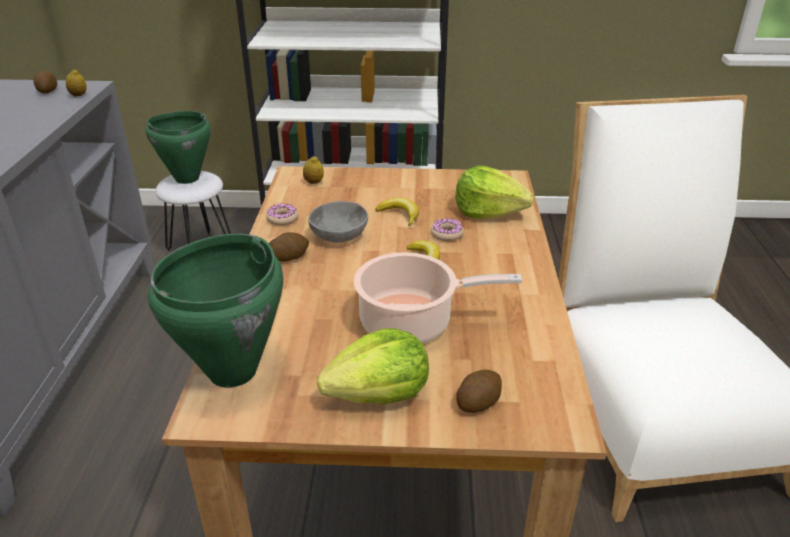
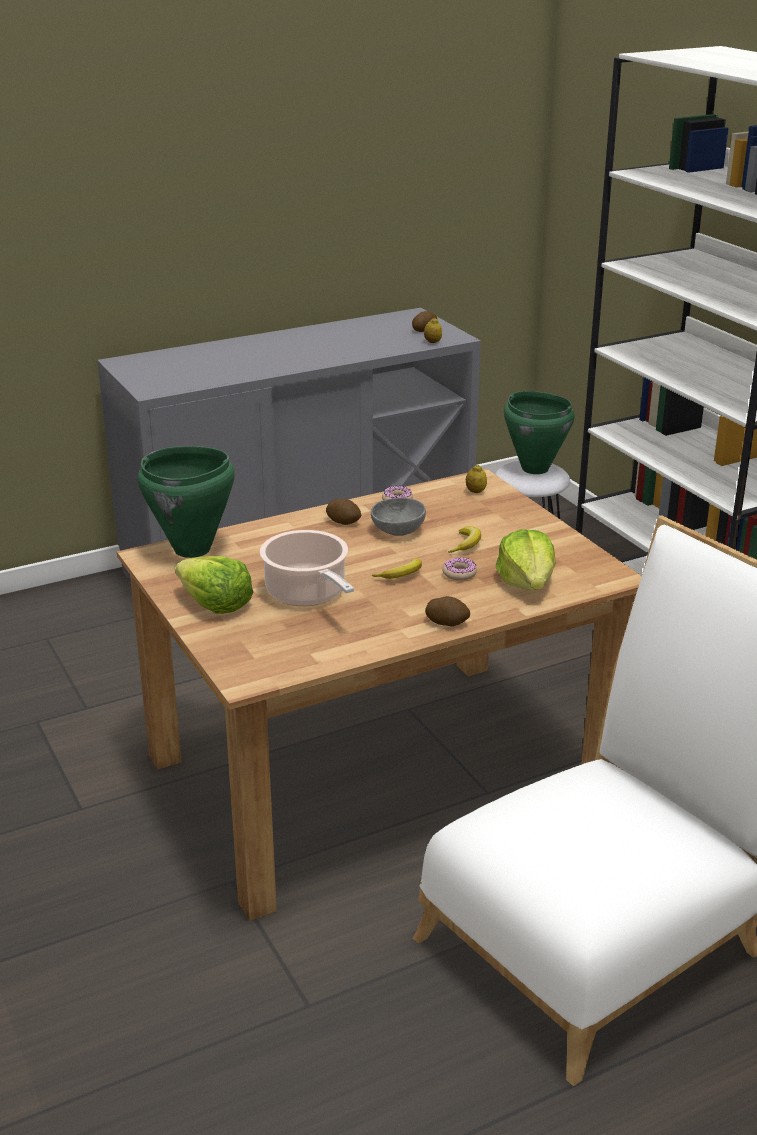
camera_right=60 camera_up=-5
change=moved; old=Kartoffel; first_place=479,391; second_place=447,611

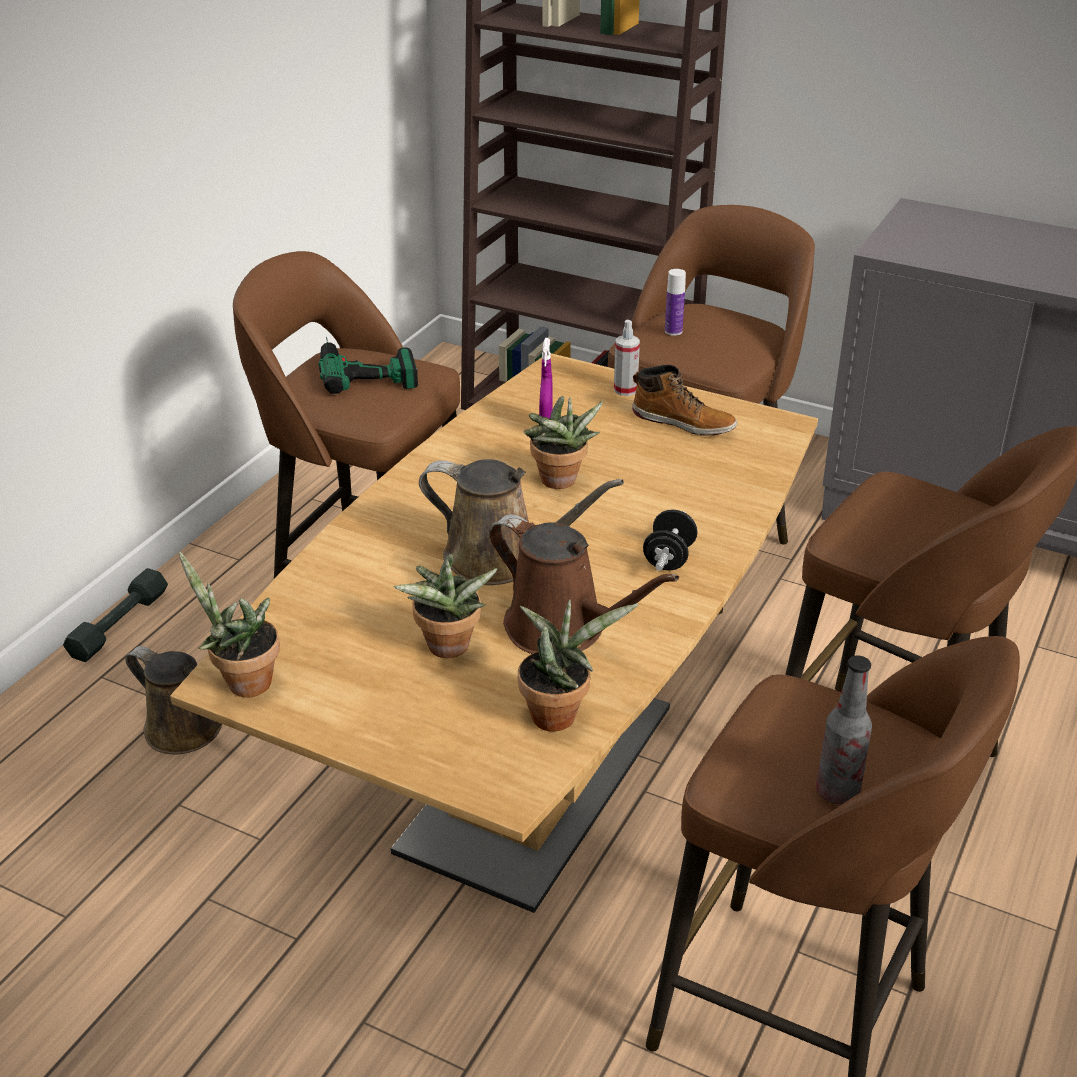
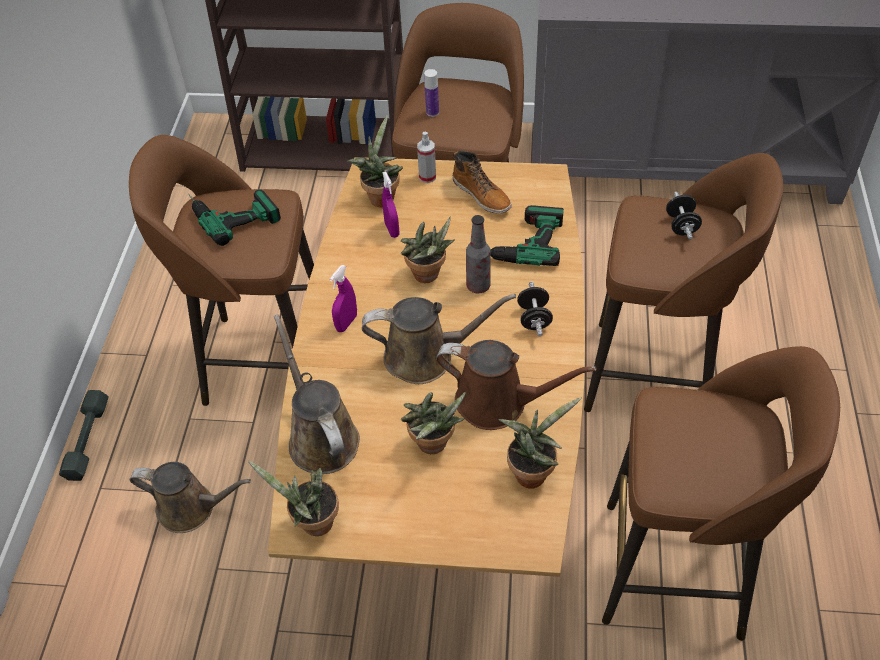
camera_right=-20 camera_up=15
change=added; new=Gießkanne/braun; second_place=317,394
change=added; new=Sprühflasche/lila; second_place=343,298
change=added; new=Topfpflanze; second_place=375,161
change=turned; old=Stiefel; first_place=684,400; second_place=482,182; degrees=45
change=moved; old=Flasche; first_place=844,730; second_place=478,254
change=added; new=Bohrmaschine; second_place=527,235
change=added; new=Hantel/schwarz; second_place=684,216

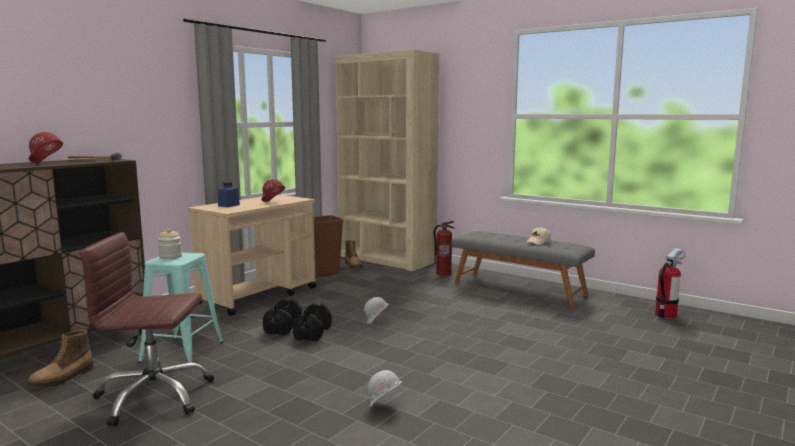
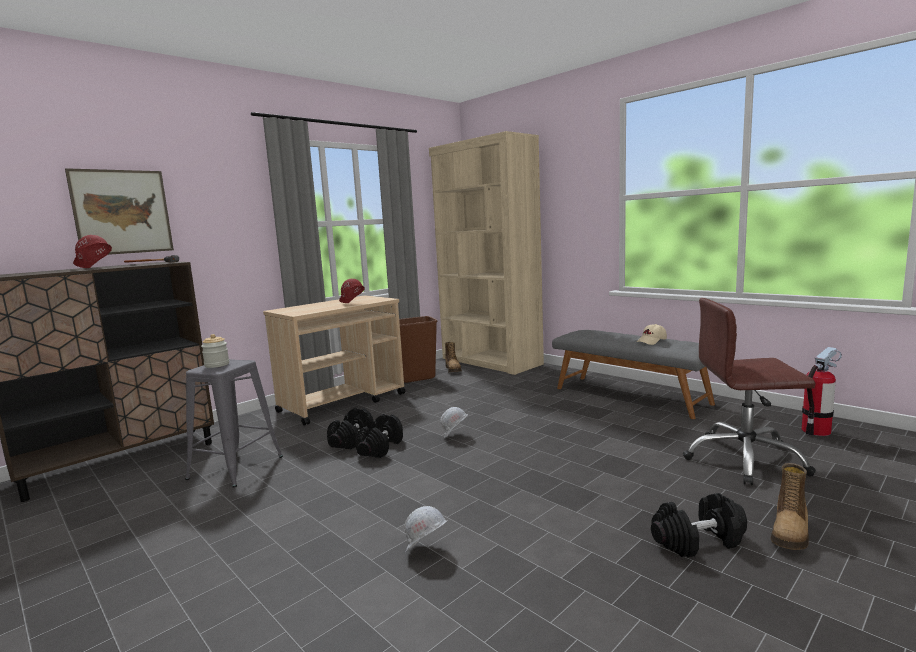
camera_right=10 camera_up=0
change=added; new=Bild; second_place=119,211
change=recoloured; old=Hocker/türkis; new=Hocker/grau; first_place=181,307; second_place=234,423
change=added; new=Hantel/schwarz; second_place=699,525
change=moved; old=Bürostuhl/braun; first_place=147,329; second_place=749,391
change=moved; old=Stiefel; first_place=60,359; second_place=790,506
change=removed; old=Vorratsglas/blau; first_place=229,194
change=removed; old=Feuerlöscher; first_place=444,248

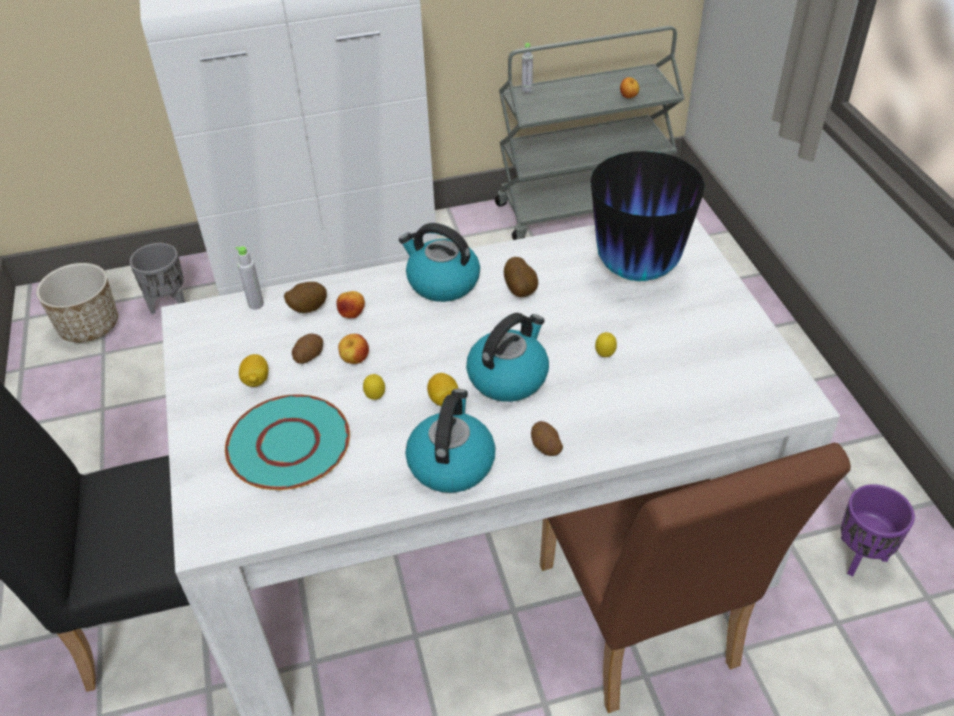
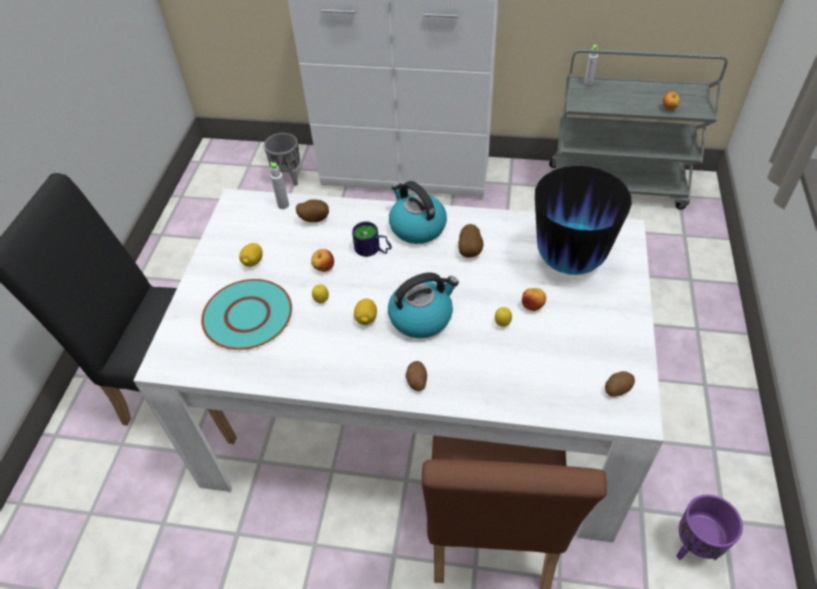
camera_right=25 camera_up=5
change=added; new=Henkelbecher; second_place=372,239
change=moved; old=Apfel; first_place=350,304; second_place=534,299
change=moved; old=Kartoffel; first_place=307,348; second_place=620,384
change=removed; old=Pflanzkübel; first_place=77,303
change=removed; old=Wasserkessel; first_place=450,441

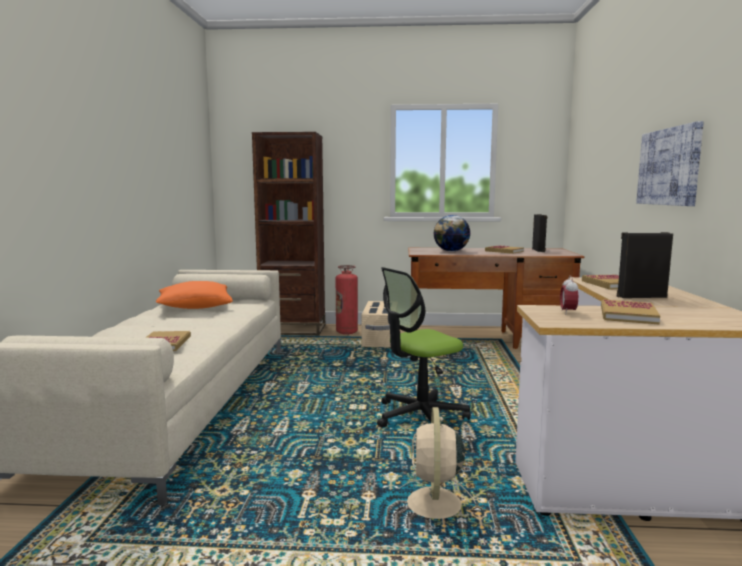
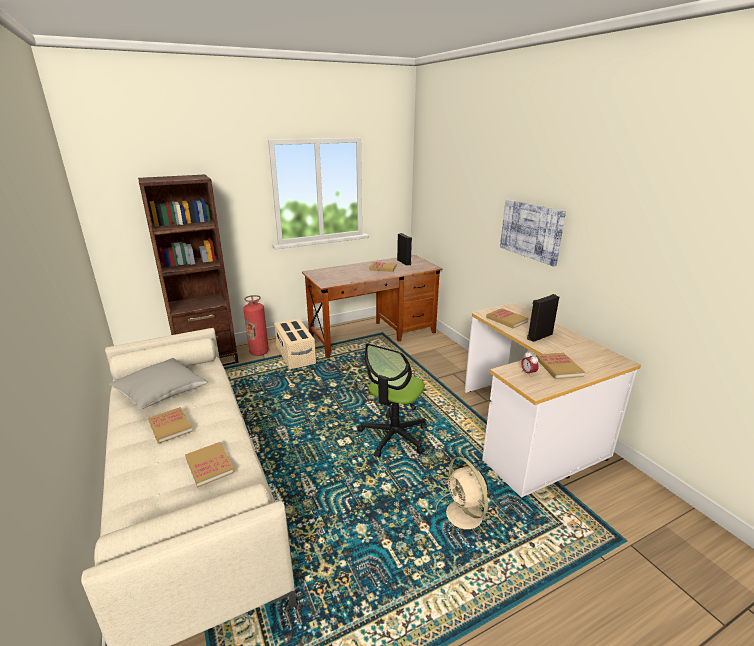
camera_right=-30 camera_up=15
change=recoloured; old=Kissen/orange; new=Kissen/grau; first_place=194,295; second_place=158,384
change=added; new=Buch; second_place=170,425
change=removed; old=Globus; first_place=452,233

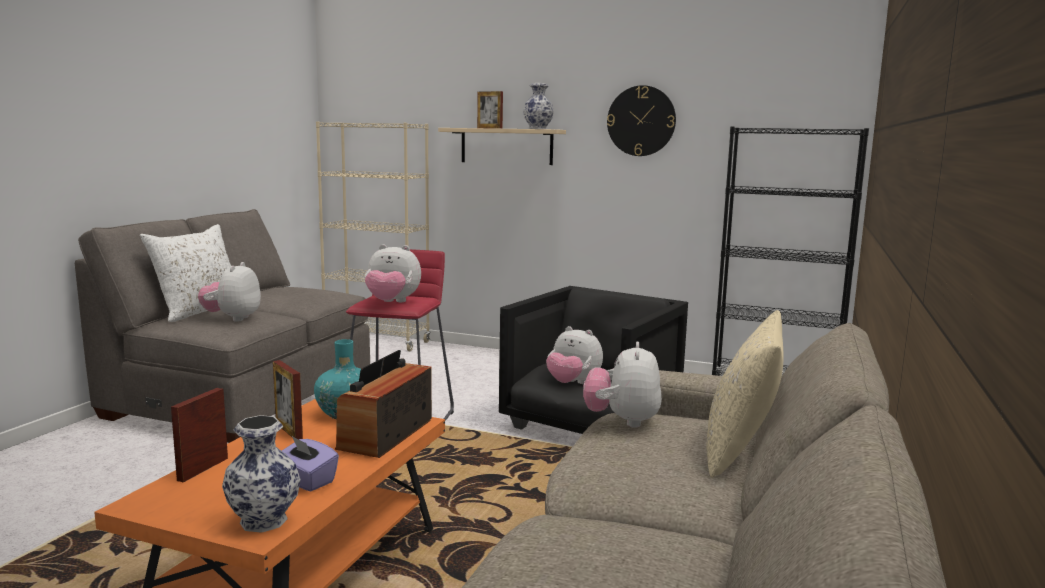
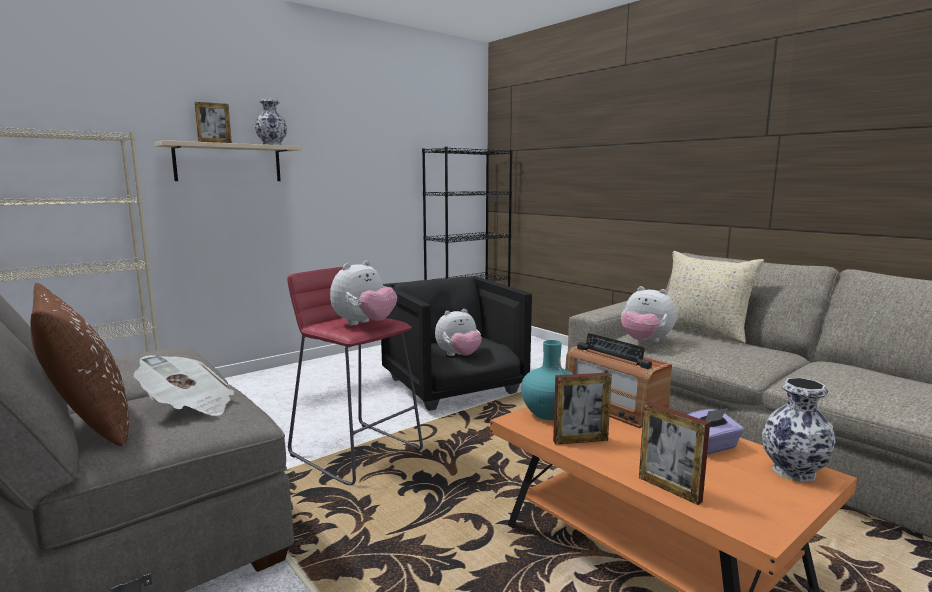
camera_right=-60 camera_up=0
change=recoloured; old=Kissen/weiß; new=Kissen/braun; first_place=185,273; second_place=79,364
change=replaced; old=Plüschtier; new=Zeitung; first_place=229,292; second_place=183,385
change=removed; old=Wanduhr; first_place=641,120

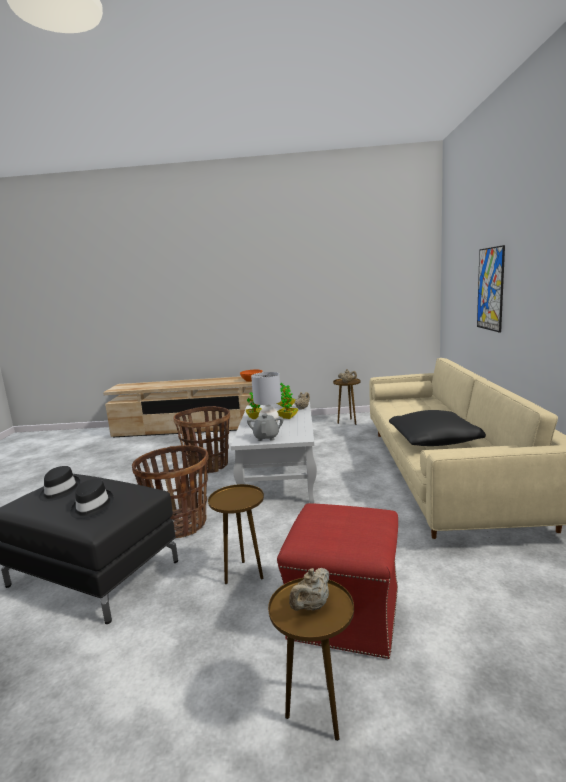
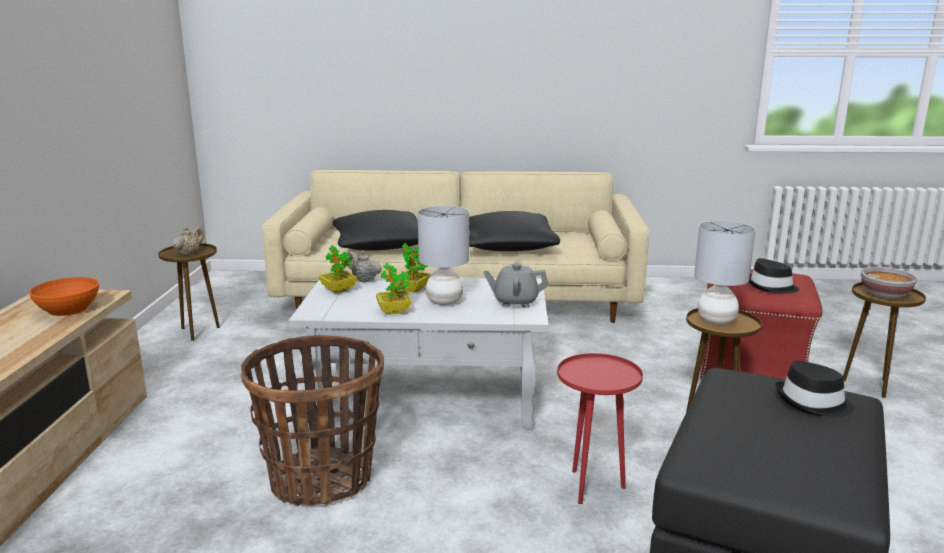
camera_right=-90 camera_up=5
change=added; new=Kissen/schwarz; second_place=375,230
change=replaced; old=Korb; new=Beistelltisch/rot; first_place=170,491; second_place=600,428
change=added; new=Tischlampe/grau; second_place=725,272
change=moved; old=Hut/schwarz; first_place=59,483; second_place=774,276
change=replaced; old=Teekanne/beige; new=Schüssel; first_place=309,589; second_place=889,283
change=removed; old=Bild; first_place=491,289

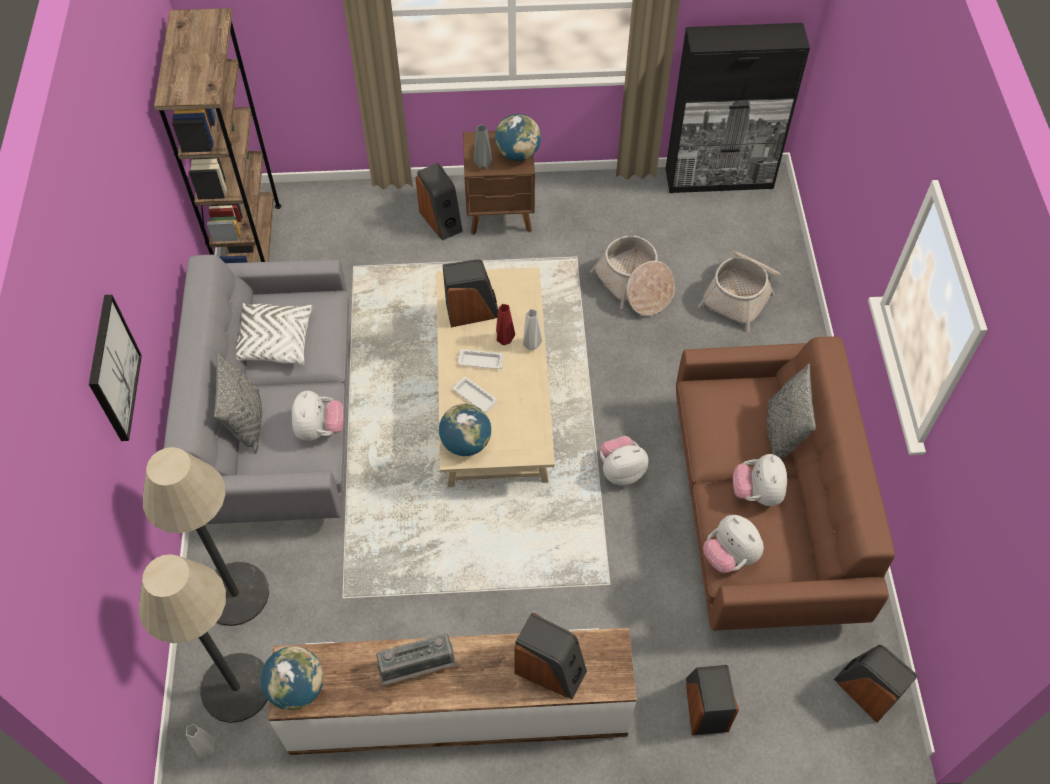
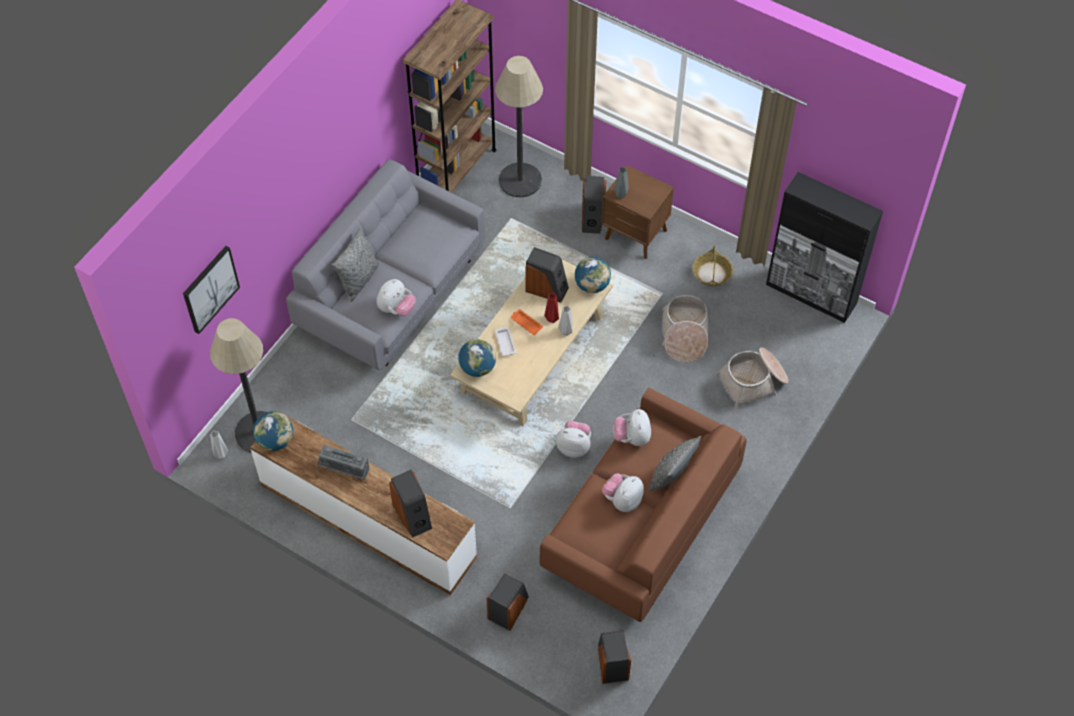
camera_right=35 camera_up=0
change=moved; old=Bild; first_place=115,368; second_place=211,290
change=moved; old=Stehlampe; first_place=206,536; second_place=519,127
change=recoloured; old=Tablett/weiß; new=Tablett/orange; first_place=480,359; second_place=527,322
change=moved; old=Globus; first_place=518,137; second_place=593,275
change=moved; old=Plüschtier; first_place=733,544; second_place=632,427
change=added; new=Korb; second_place=712,265
change=removed; old=Kissen/weiß; first_place=274,334

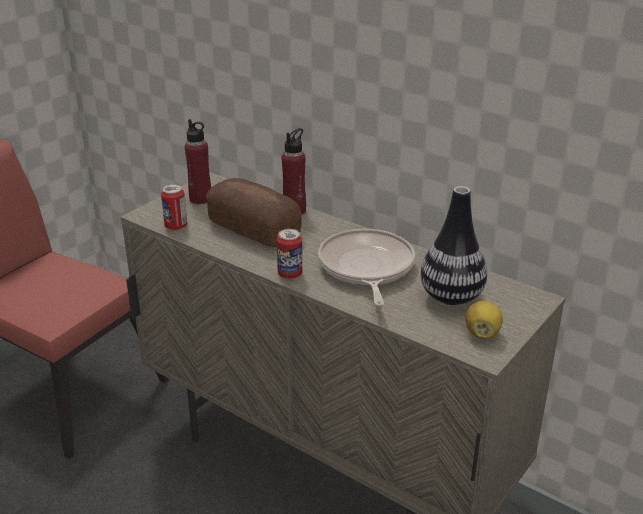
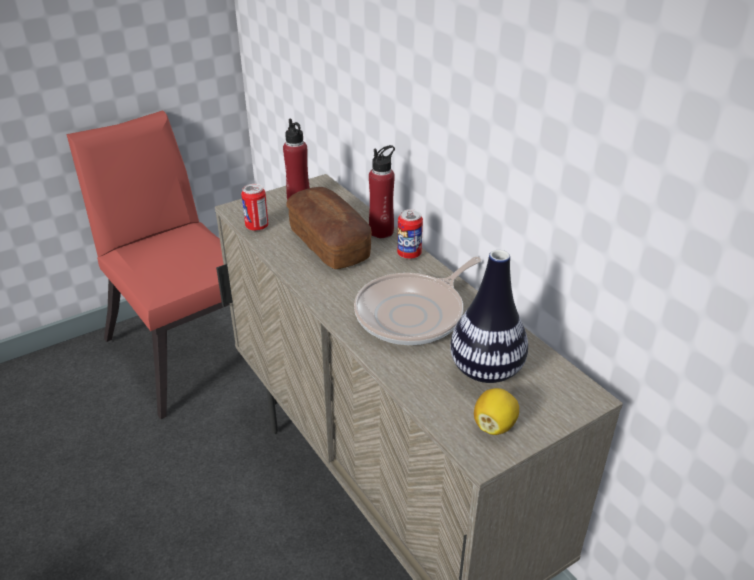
camera_right=20 camera_up=5
change=turned; old=Pfanne; first_place=366,267; second_place=418,301; degrees=-150
change=moved; old=Dose; first_place=289,254; second_place=410,234

